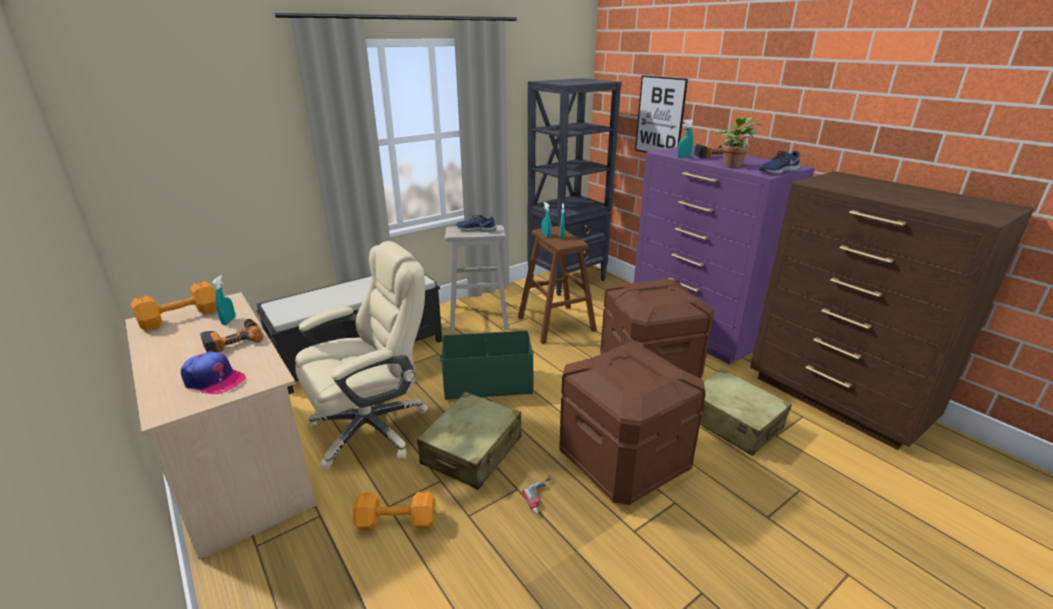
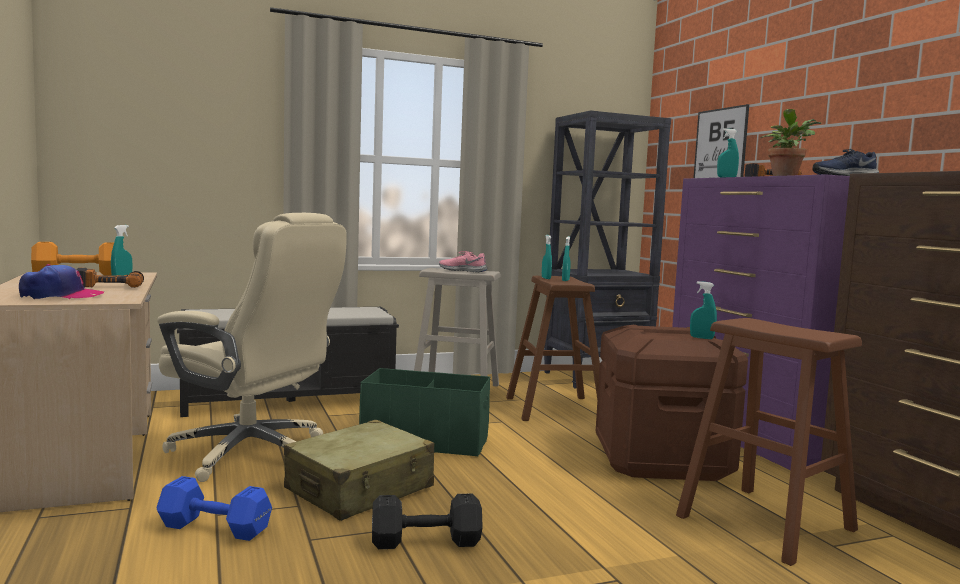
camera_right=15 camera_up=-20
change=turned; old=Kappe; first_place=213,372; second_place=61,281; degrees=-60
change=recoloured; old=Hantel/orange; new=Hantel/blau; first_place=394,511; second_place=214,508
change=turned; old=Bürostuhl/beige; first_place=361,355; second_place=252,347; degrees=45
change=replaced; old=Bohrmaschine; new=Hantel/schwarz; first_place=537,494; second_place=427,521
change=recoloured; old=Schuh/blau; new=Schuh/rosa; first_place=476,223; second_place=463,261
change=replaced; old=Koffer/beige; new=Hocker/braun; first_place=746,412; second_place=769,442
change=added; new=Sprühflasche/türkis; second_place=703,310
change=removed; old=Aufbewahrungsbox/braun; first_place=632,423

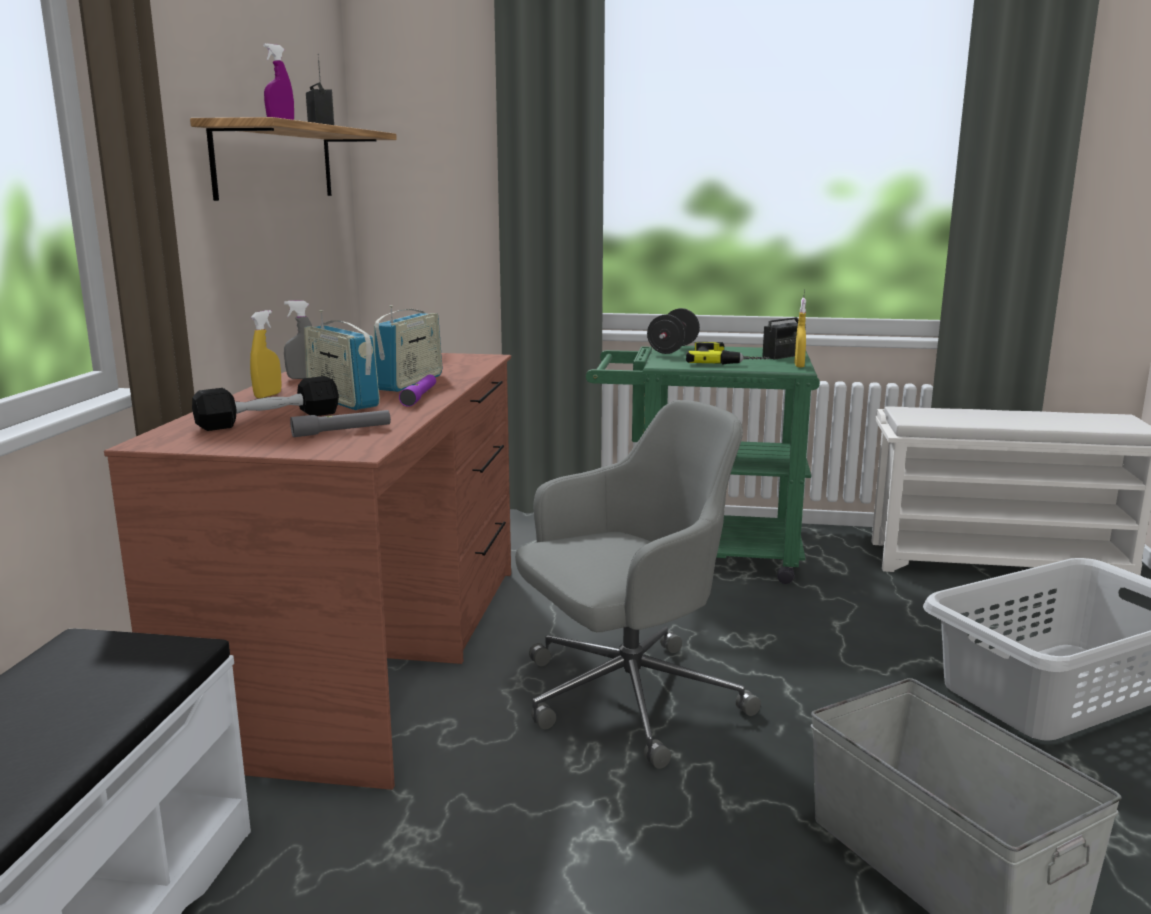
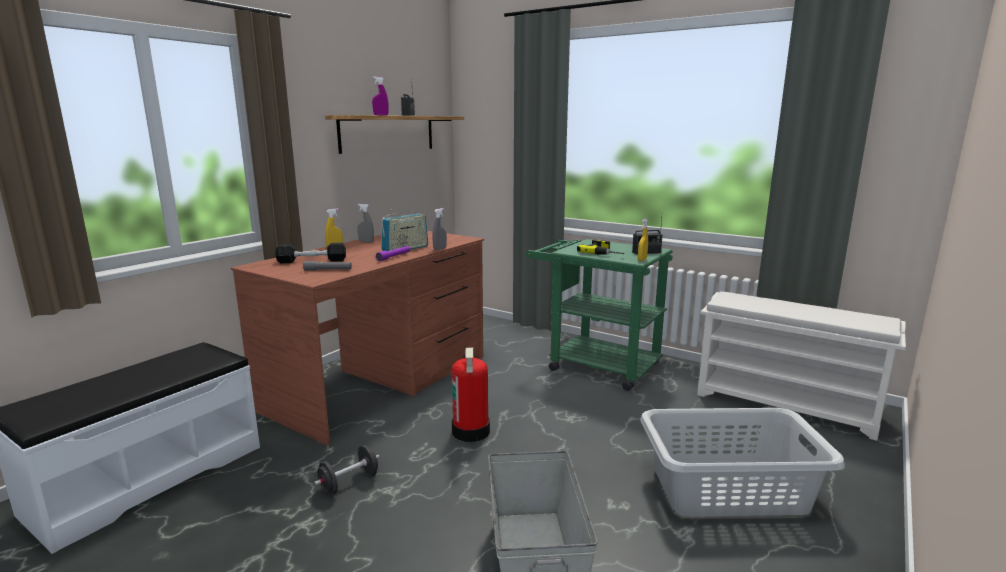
camera_right=25 camera_up=0
change=moved; old=Hantel/schwarz; first_place=673,331; second_place=347,470
change=added; new=Sprühflasche/grau; second_place=439,229
change=replaced; old=Bürostuhl/grau; new=Feuerlöscher; first_place=638,584; second_place=471,394
change=removed; old=Radio; first_place=342,360

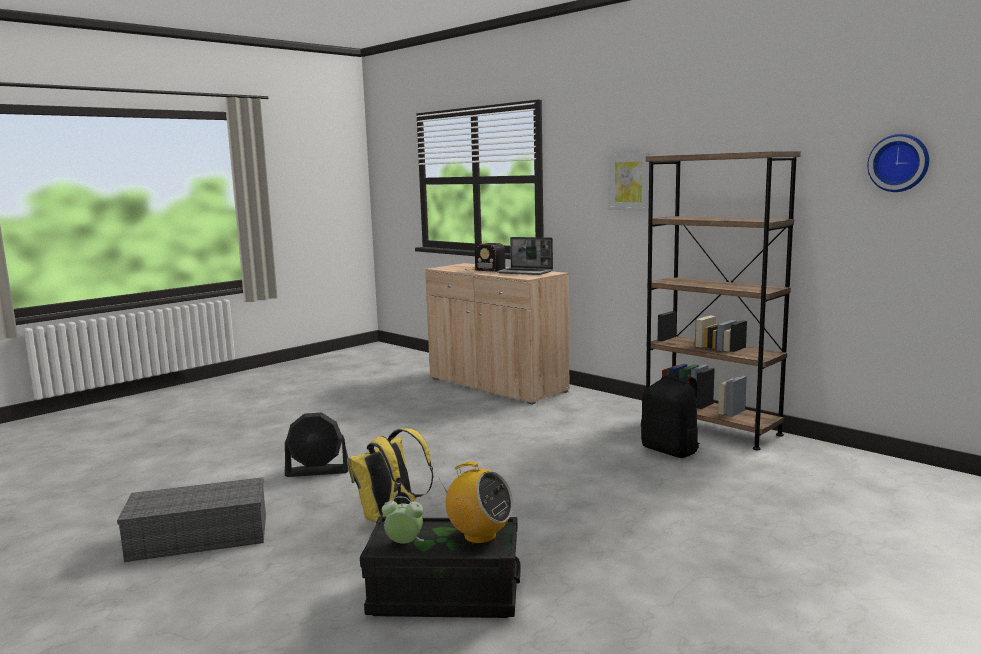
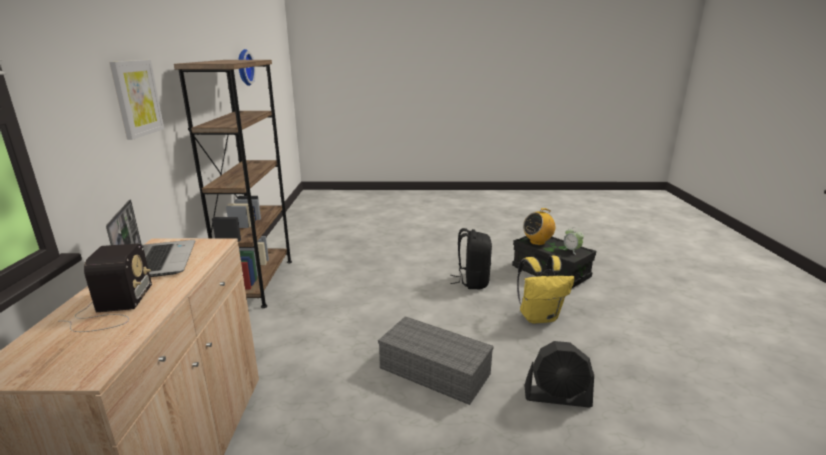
camera_right=-135 camera_up=10
change=moved; old=Aufbewahrungsbox/grau; first_place=191,519; second_place=436,360
change=moved; old=Rucksack/schwarz; first_place=670,415; second_place=471,258
change=turned; old=Radio; first_place=476,503; second_place=539,226; degrees=-105
change=turned; old=Ventilator/schwarz; first_place=316,445; second_place=559,374; degrees=150

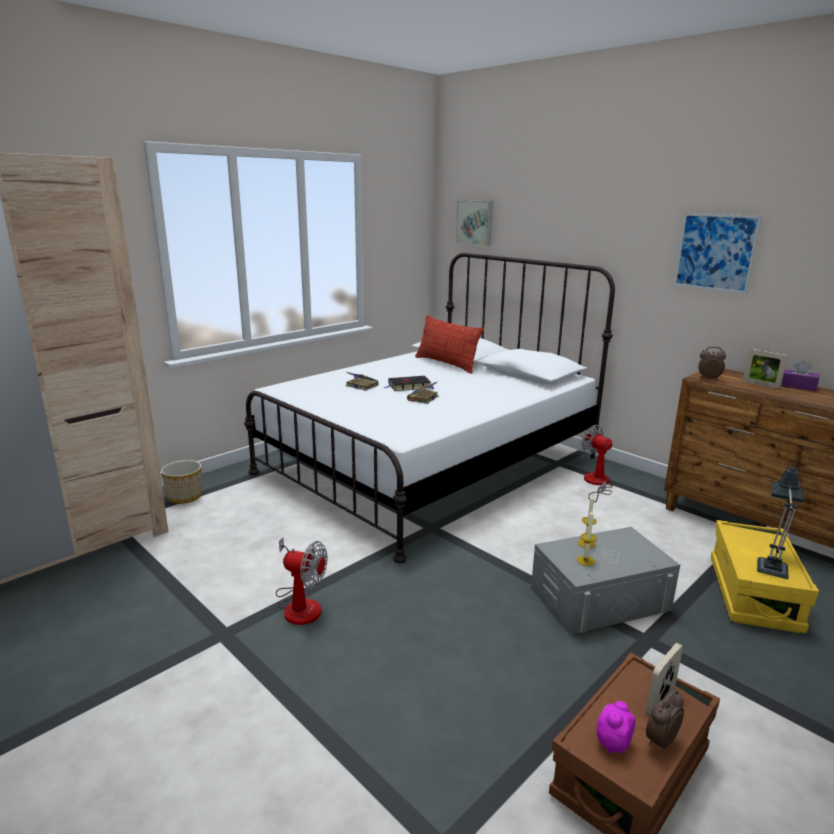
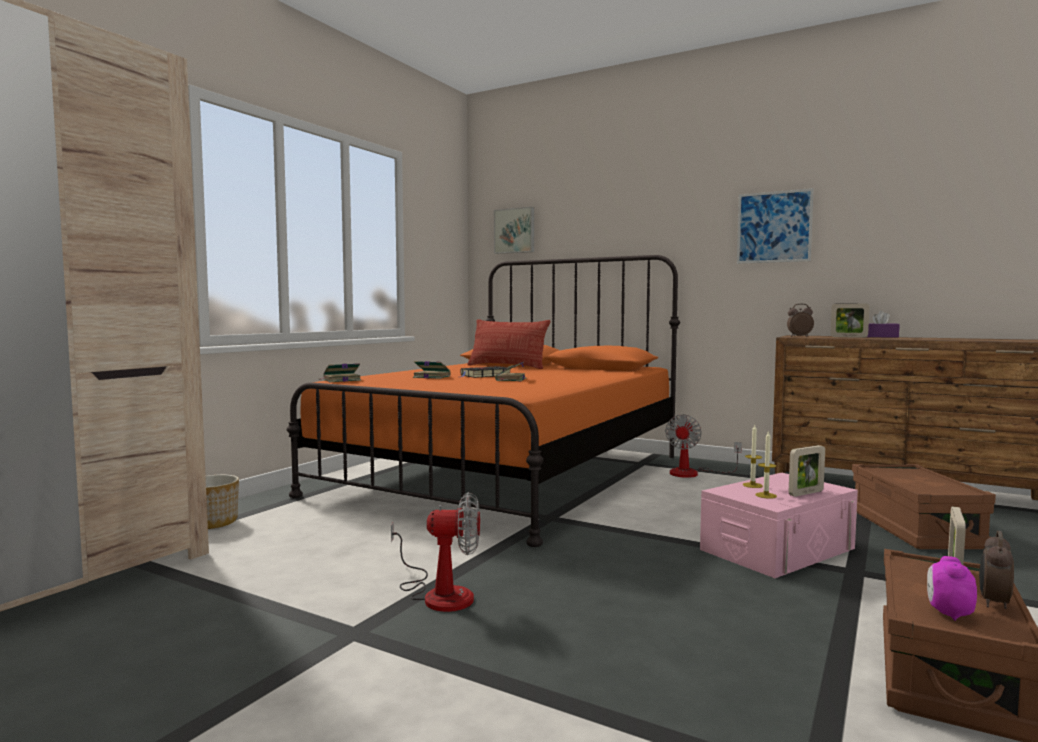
camera_right=-15 camera_up=-15
change=recoloured; old=Bett/weiß; new=Bett/orange; first_place=429,408; second_place=483,401
change=added; new=Buch; second_place=341,372
change=turned; old=Ventilator; first_place=597,463; second_place=703,446; degrees=-105
change=recoloured; old=Aufbewahrungsbox/grau; new=Aufbewahrungsbox/rosa; first_place=605,581; second_place=779,525
change=added; new=Bilderrahmen; second_place=807,471
change=recoloured; old=Aufbewahrungsbox/gelb; new=Aufbewahrungsbox/braun; first_place=765,576; second_place=924,506
change=removed; old=Tischlampe; first_place=780,521

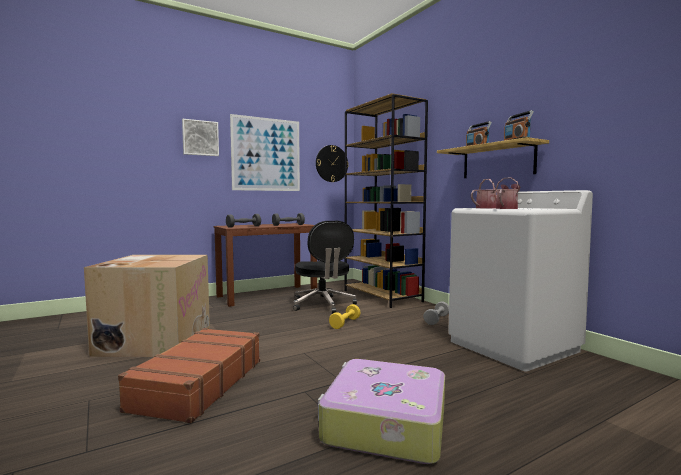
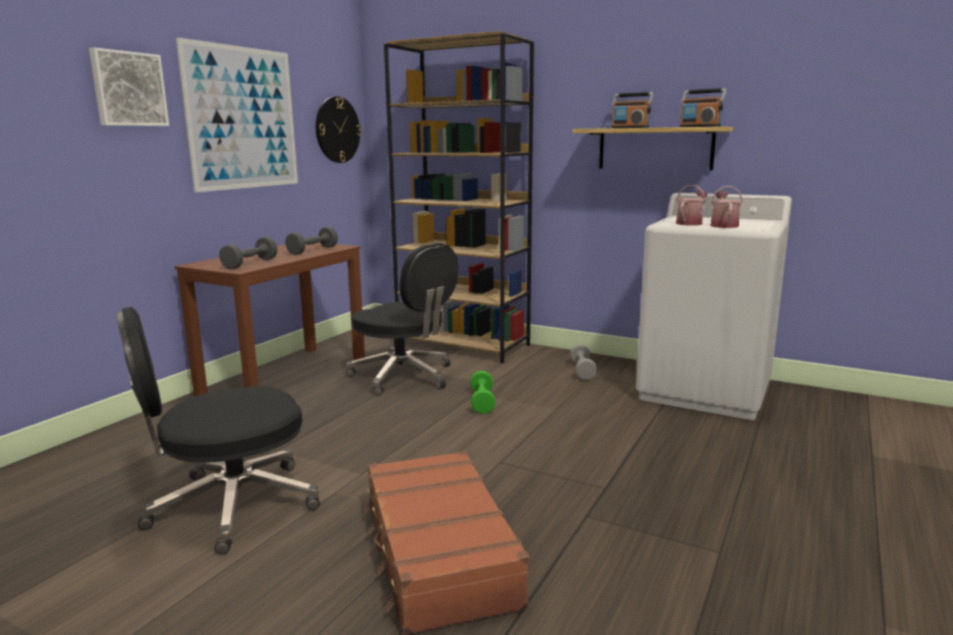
camera_right=-30 camera_up=10
change=replaced; old=Karton; new=Bürostuhl/schwarz; first_place=147,306; second_place=218,431
change=recoloured; old=Hantel/gelb; new=Hantel/grün; first_place=345,316; second_place=483,392
change=removed; old=Koffer; first_place=381,411

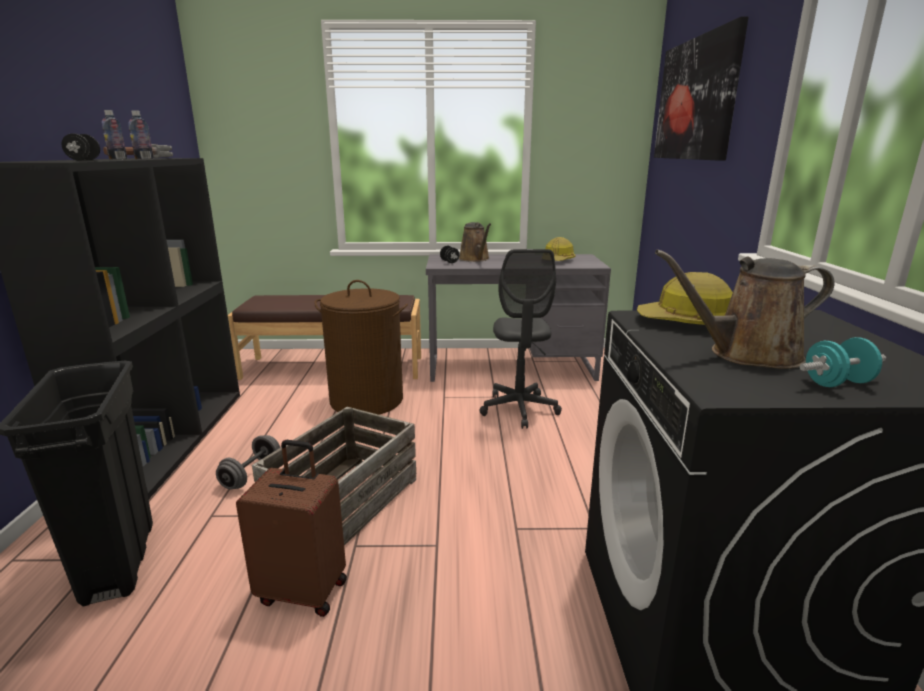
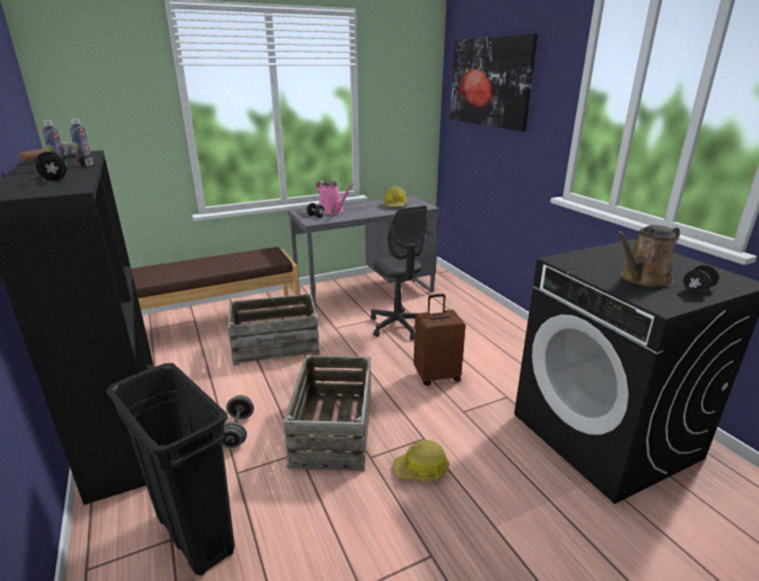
camera_right=-25 camera_up=5
change=replaced; old=Wäschekorb/braun; new=Kiste; first_place=361,347; second_place=274,329
change=recoloured; old=Gießkanne/braun; new=Gießkanne/rosa; first_place=475,242; second_place=335,197
change=moved; old=Schutzhelm; first_place=685,298; second_place=421,460
change=moved; old=Koffer/braun; first_place=291,528; second_place=440,340
change=recoloured; old=Hantel/türkis; new=Hantel/schwarz; first_place=843,362; second_place=701,279

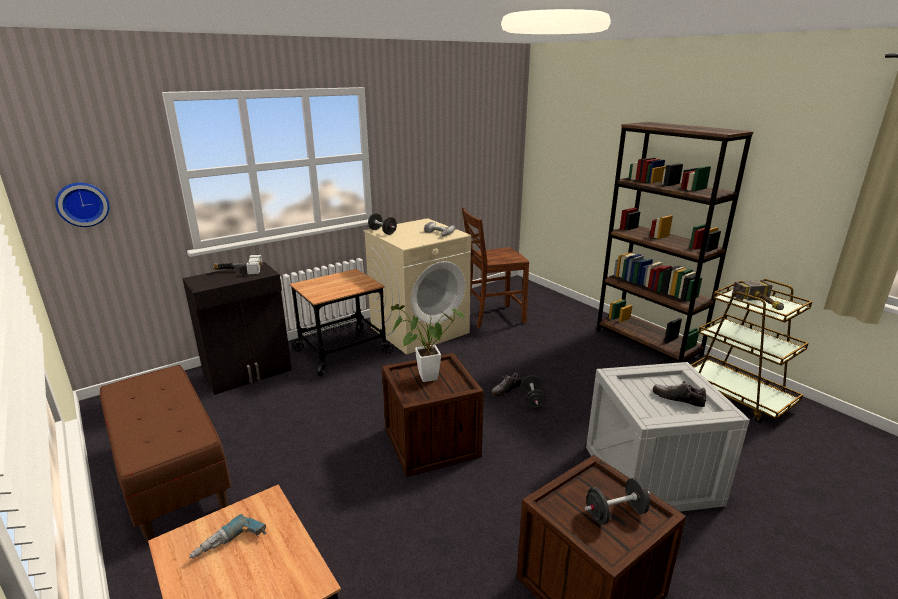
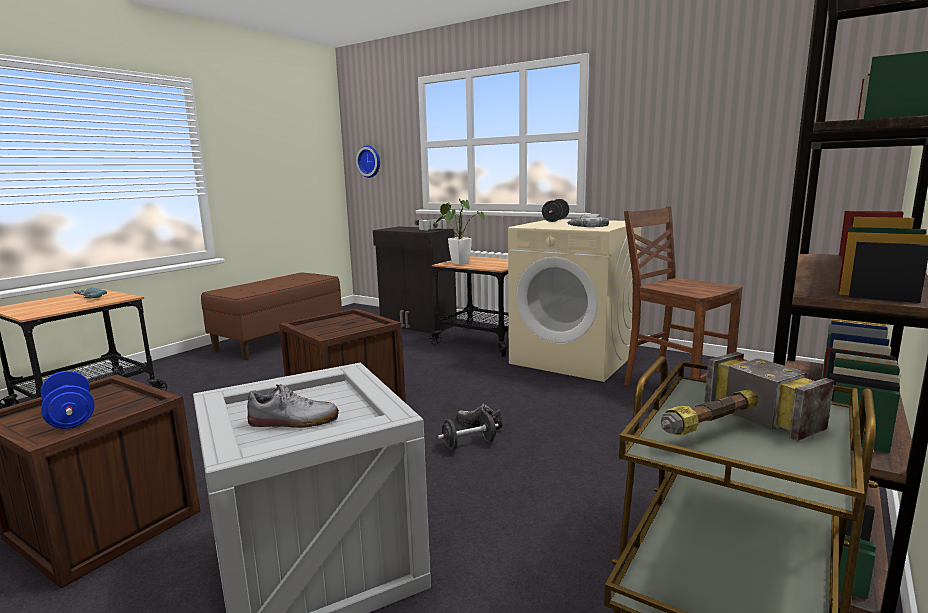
camera_right=70 camera_up=-10
change=recoloured; old=Hantel/schwarz; new=Hantel/blau; first_place=617,501; second_place=68,400
change=turned; old=Schuh; first_place=679,394; second_place=293,406; degrees=75
change=moved; old=Topfpflanze; first_place=427,343; second_place=460,232

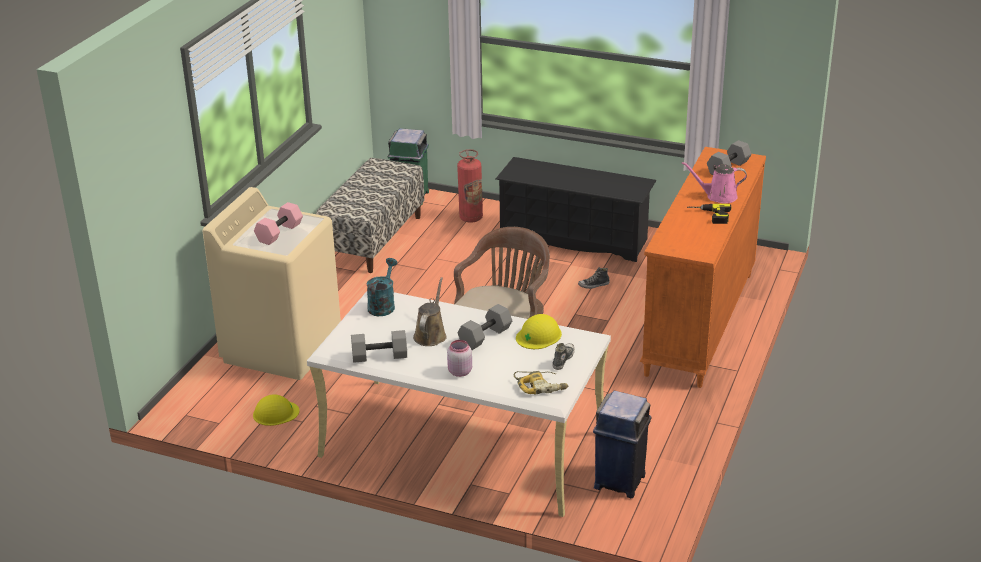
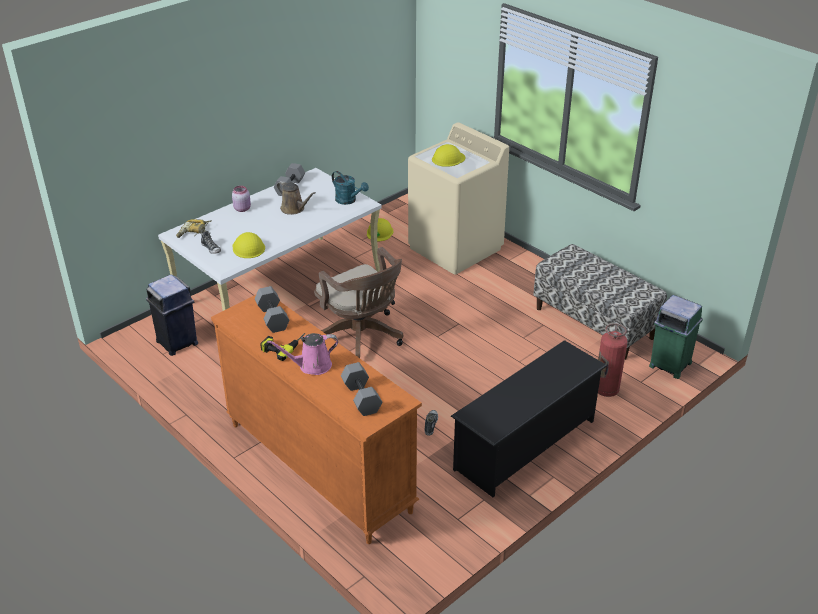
camera_right=115 camera_up=5
change=moved; old=Hantel/grau; first_place=485,327; second_place=272,309
change=turned; old=Gießkanne/rosa; first_place=714,183; second_place=302,354; degrees=-135
change=replaced; old=Hantel/rosa; new=Schutzhelm/gelb; first_place=278,223; second_place=449,155

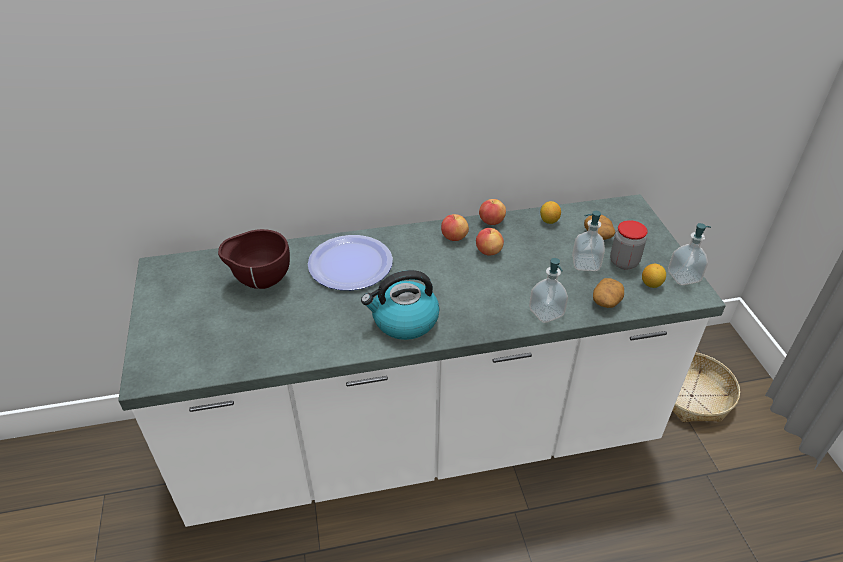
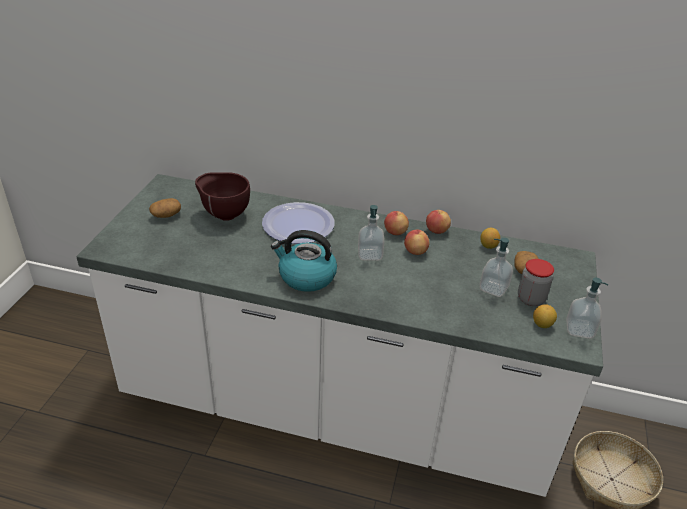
camera_right=25 camera_up=-5
change=moved; old=Kartoffel; first_place=608,293; second_place=165,208
change=moved; old=Seifenspender; first_place=548,290; second_place=371,233

